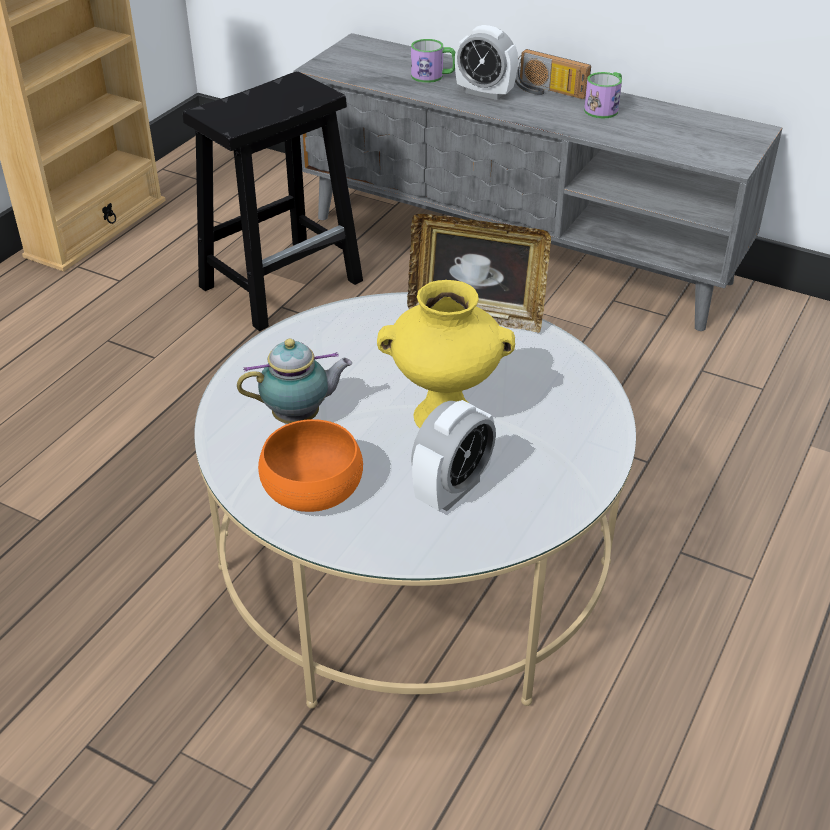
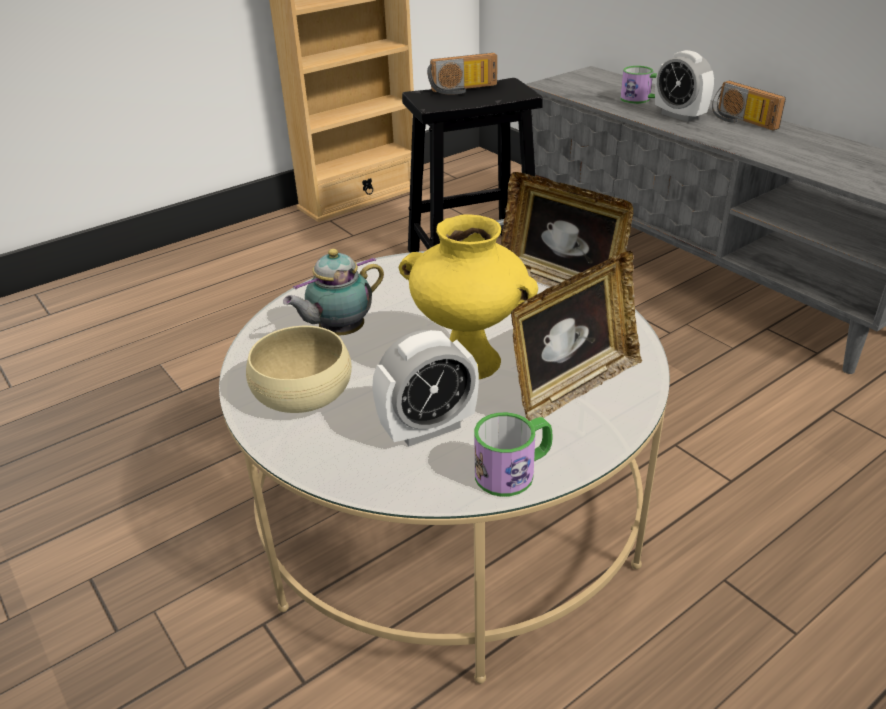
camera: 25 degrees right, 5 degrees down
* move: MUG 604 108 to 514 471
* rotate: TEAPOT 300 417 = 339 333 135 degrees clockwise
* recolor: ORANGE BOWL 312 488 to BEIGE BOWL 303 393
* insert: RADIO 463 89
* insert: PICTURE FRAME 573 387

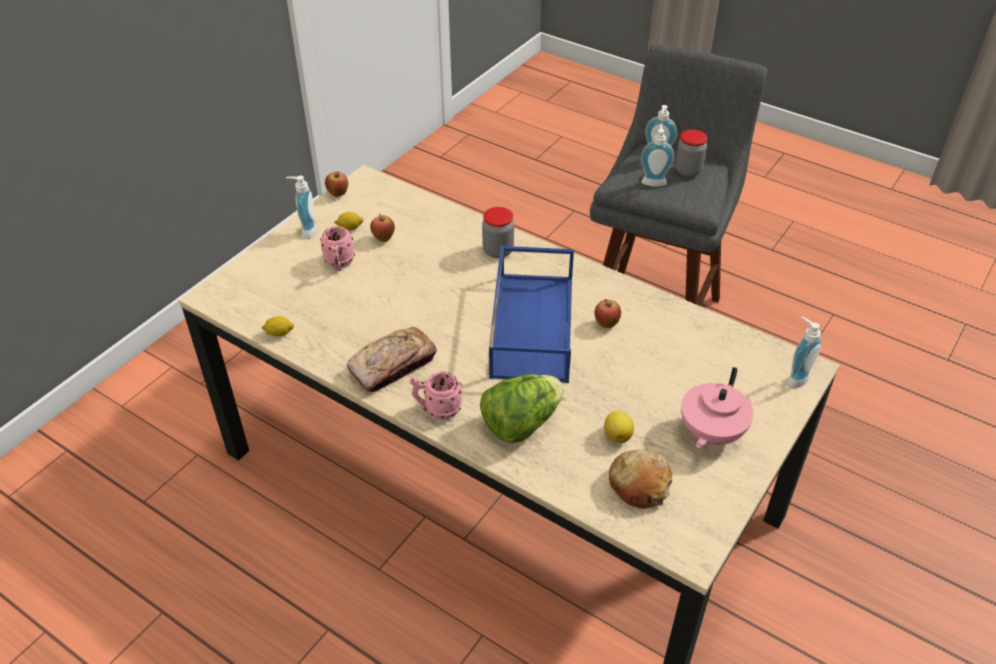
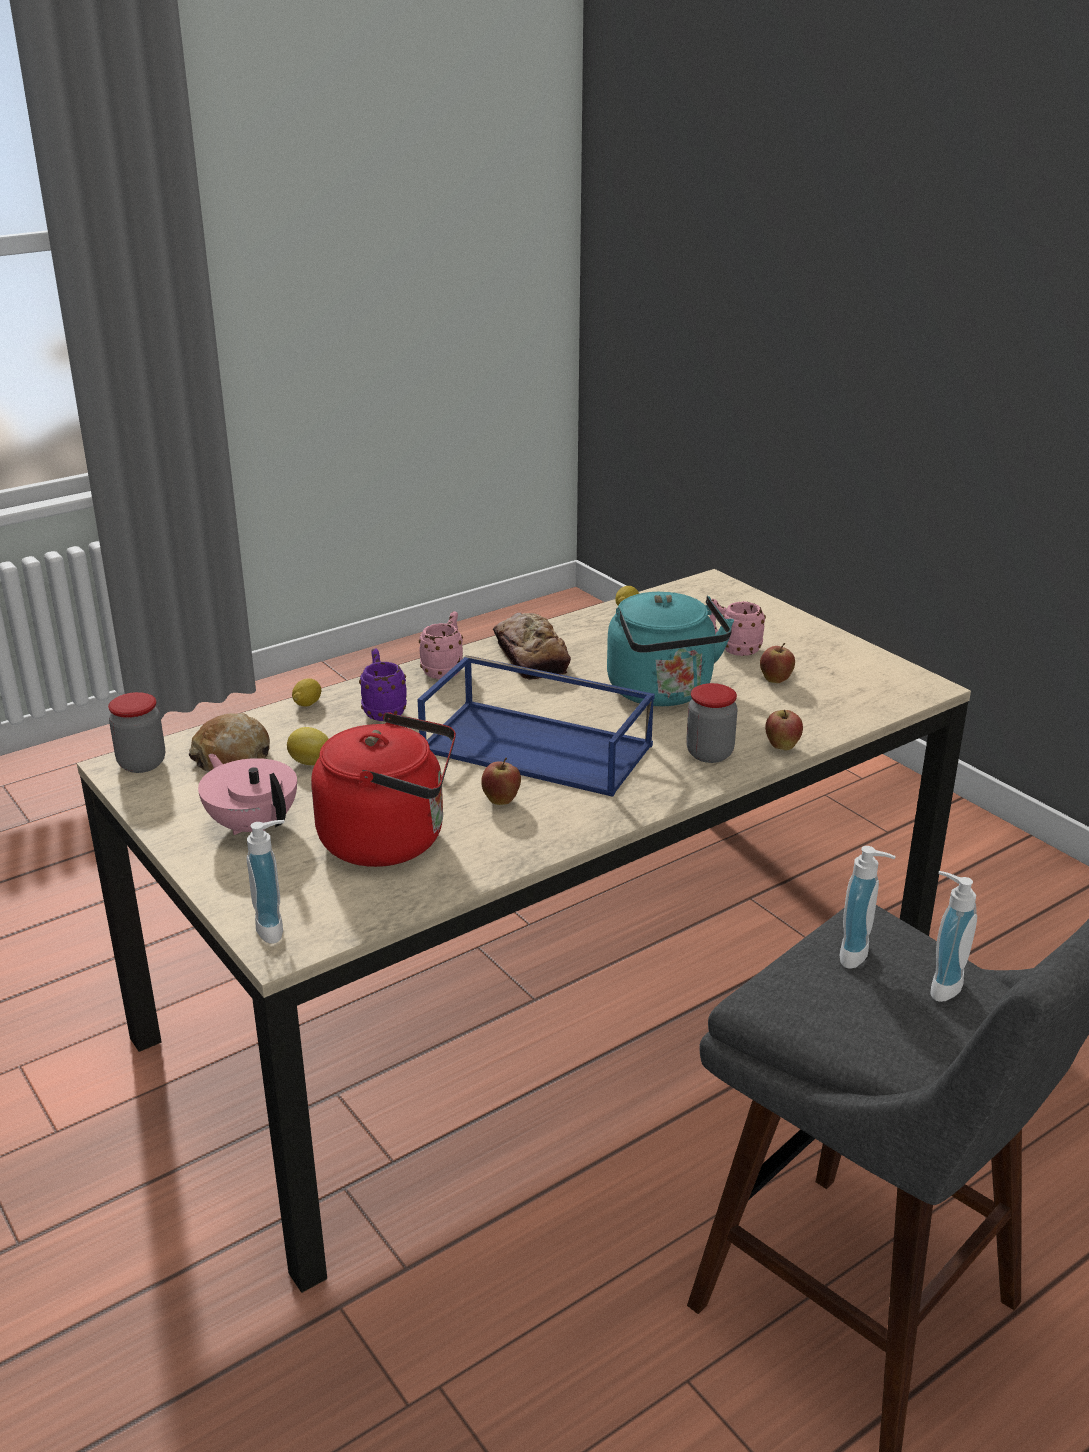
camera: 110 degrees right, 15 degrees down
* move: JAR 688 171 to 142 763
* move: APPLE 338 194 to 782 747
* delete: SOAP DISPENSER 306 231
* move: LEMON 349 228 to 307 703
* replace: LETTUCE 521 423 to PURPLE MUG 383 710
* insert: TURQUOISE KETTLE 663 693
* insert: RED KETTLE 391 840

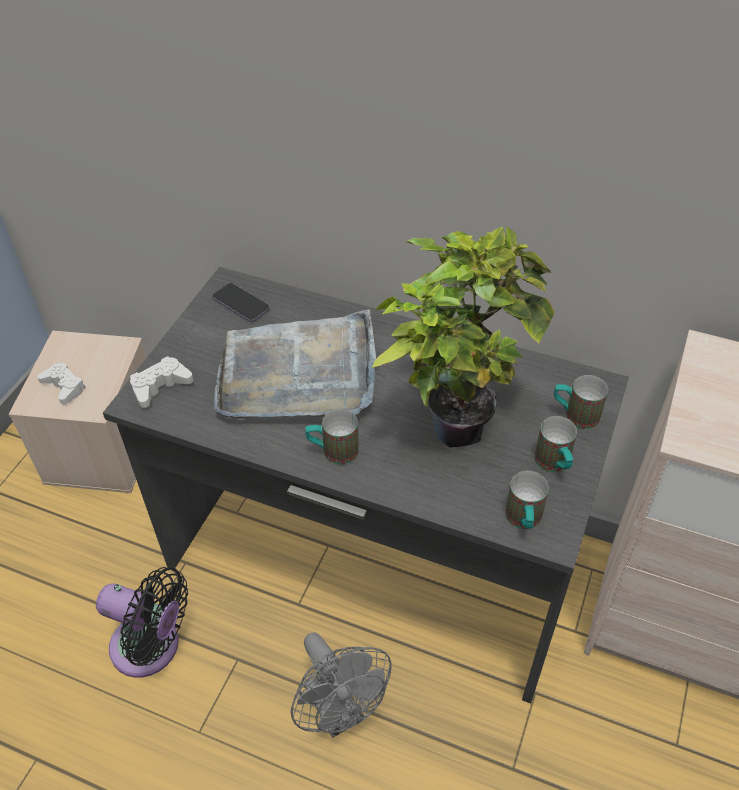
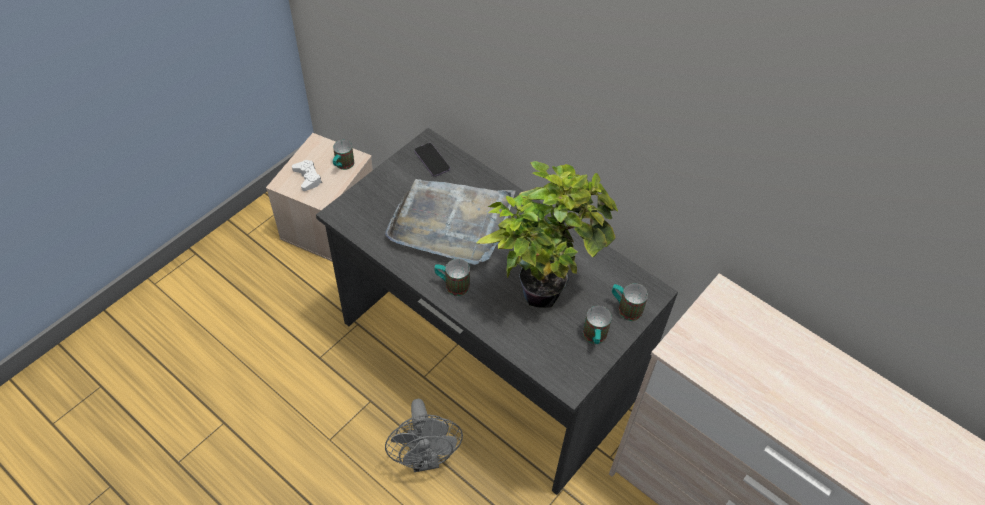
camera: 15 degrees right, 5 degrees up
* delete: WHITE GAME CONTROLLER 160 386
* move: MUG 523 521 to 343 166
* delete: BLACK FAN 151 648

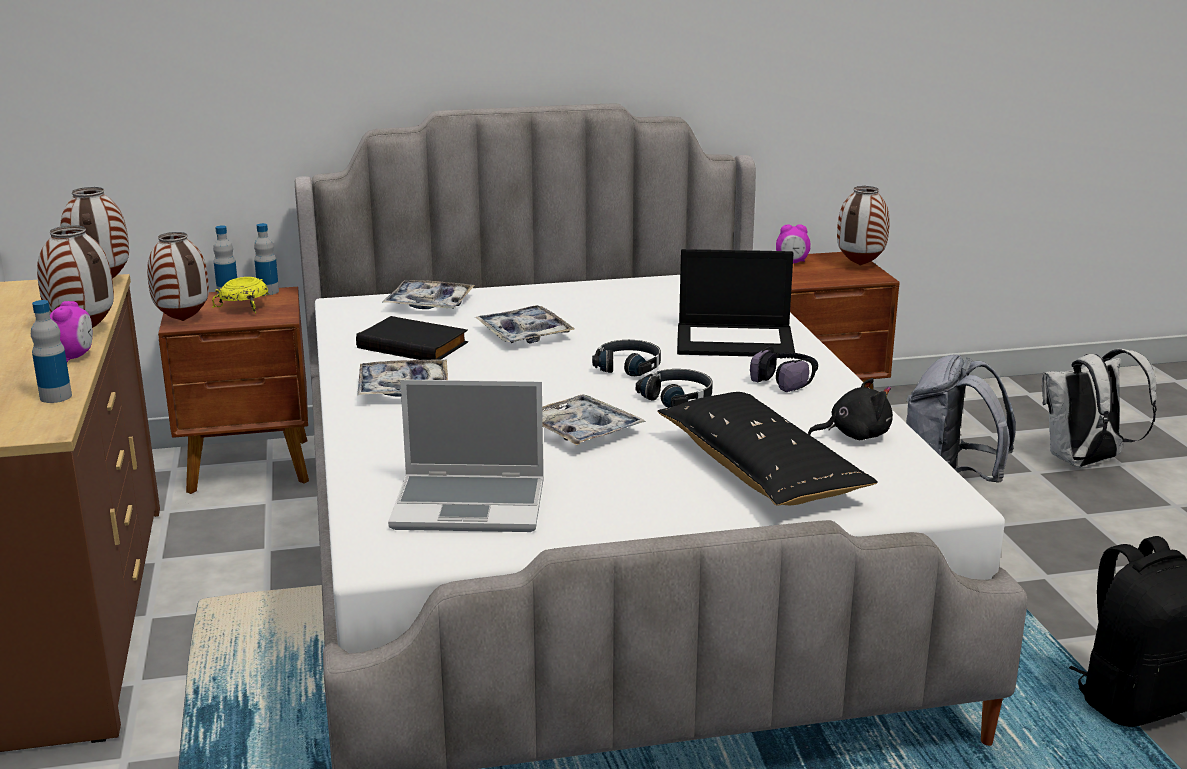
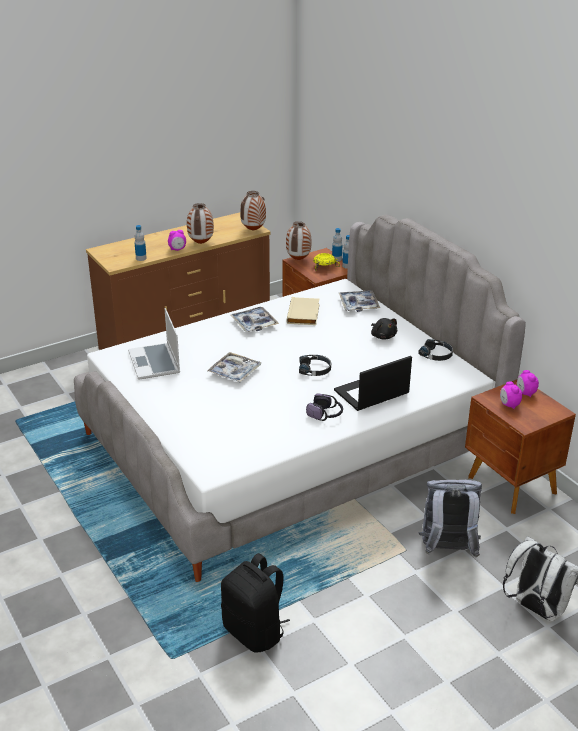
camera: 70 degrees right, 10 degrees up
* delete: VASE 860 265
* rotate: LAPTOP 736 340 = 371 393 75 degrees clockwise
* delete: TRAY 524 334
* recolor: BLACK BOOK 414 345 to BEIGE BOOK 304 314
* move: BLACK HEADPHONES 678 397 to 436 355
* move: BLACK PLUSH TOY 855 435 to 383 336
* delete: BLACK PILLOW 760 470
* insert: ALARM CLOCK 509 405

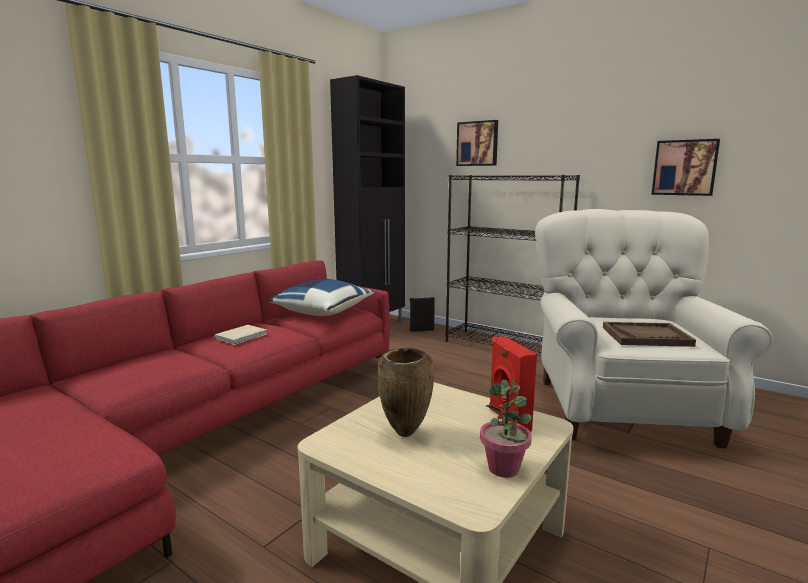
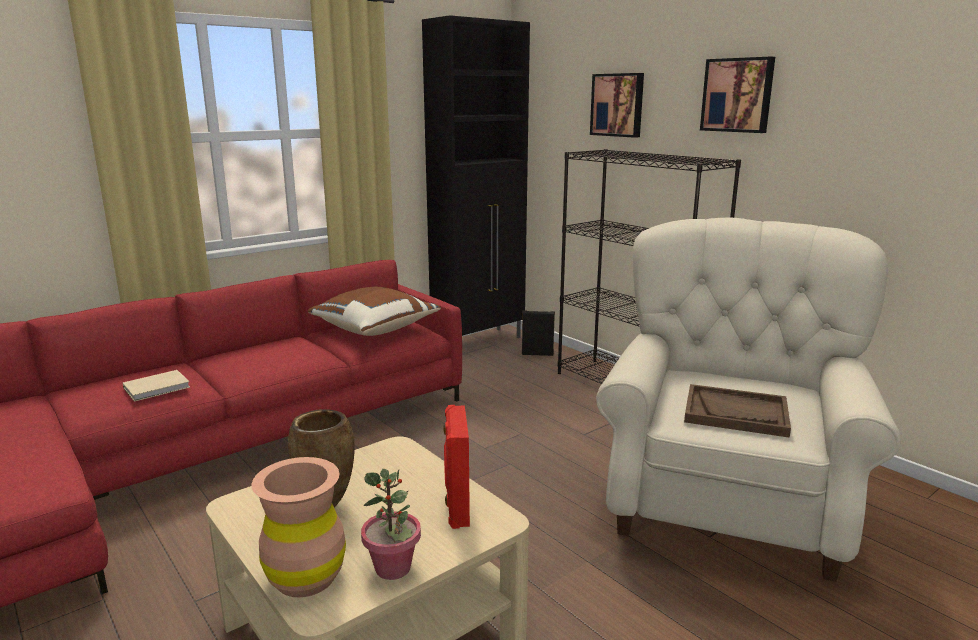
camera: 15 degrees right, 5 degrees up
* move: PICTURE 685 167 to 738 95
* recolor: BLUE PILLOW 322 312 to BROWN PILLOW 374 329
* move: BEIGE BOOK 243 336 to 158 388
* insert: BROWN VASE 306 577

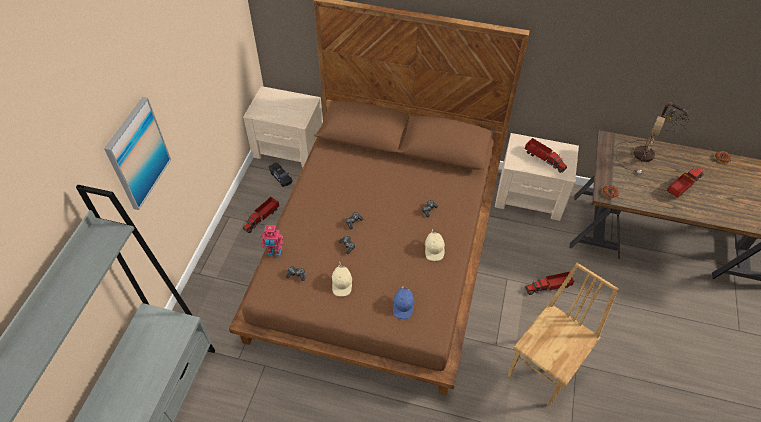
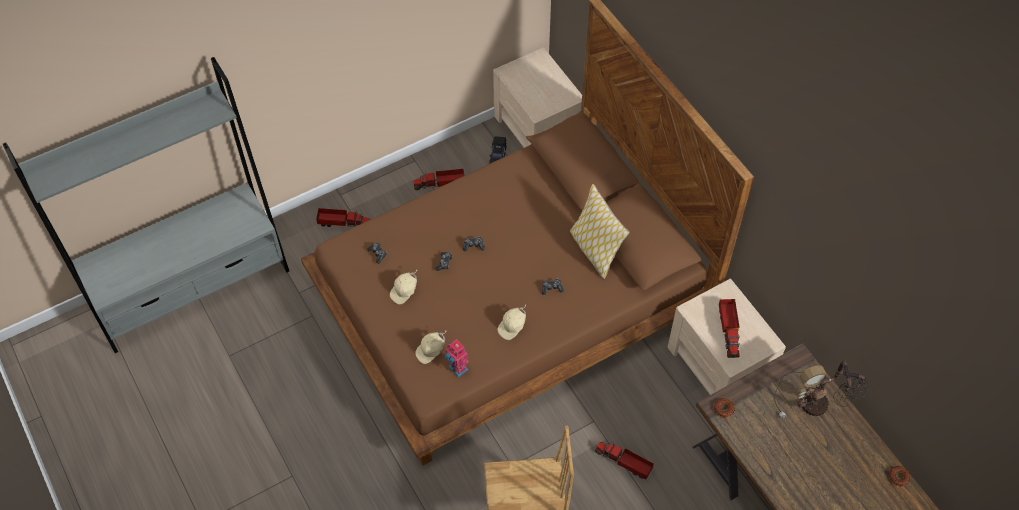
camera: 45 degrees right, 5 degrees up
* delete: PICTURE 138 154
* move: TOY TRUCK 683 186 to 343 223
* move: TOY ROBOT 274 252 to 457 369
* recolor: BLUE CAP 403 306 to BEIGE CAP 431 351
* insert: PILLOW 595 250

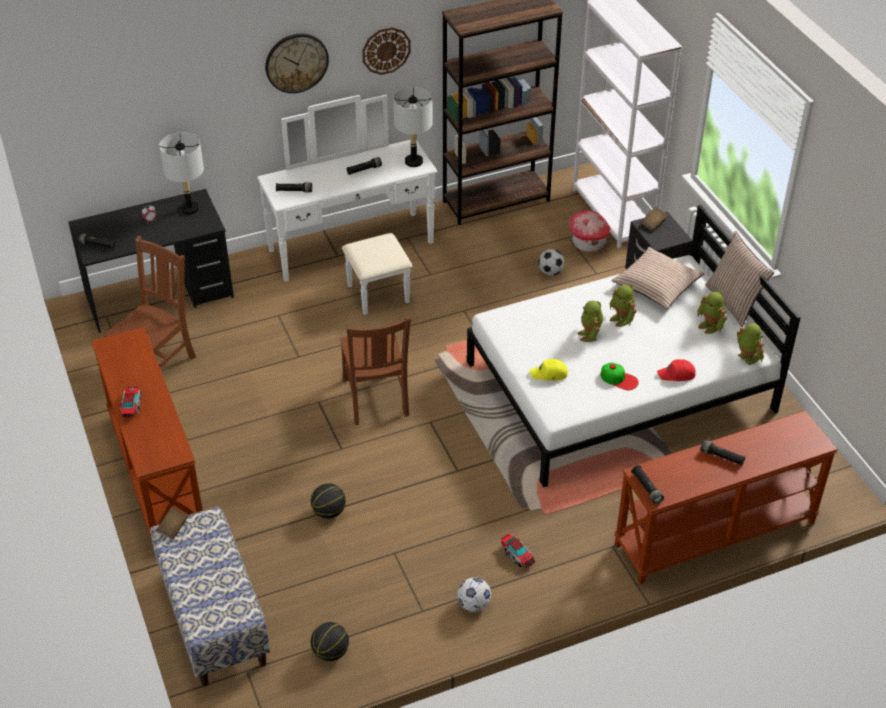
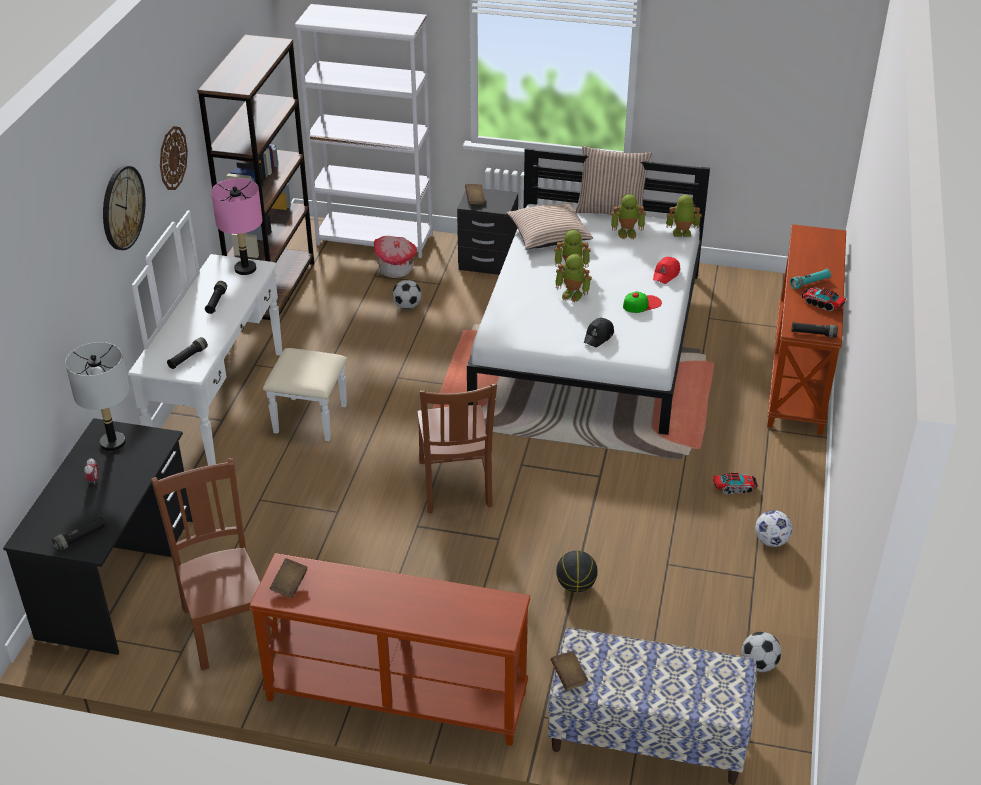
camera: 55 degrees left, 5 degrees down
* recolor: GREY TABLE LAMP 413 162 to PINK TABLE LAMP 245 269
* rotate: BROWN CHAIR 376 399 = 455 486 60 degrees clockwise
* recolor: YELLOW CAP 549 374 to BLACK CAP 599 336
* move: TOY TRUCK 131 406 to 822 304
* recolor: BLACK FLASHLIGHT 721 457 to TURQUOISE FLASHLIGHT 809 283
* replace: BASKETBALL 331 652 to FOOTBALL 759 664
* insert: BROWN BOOK 289 585

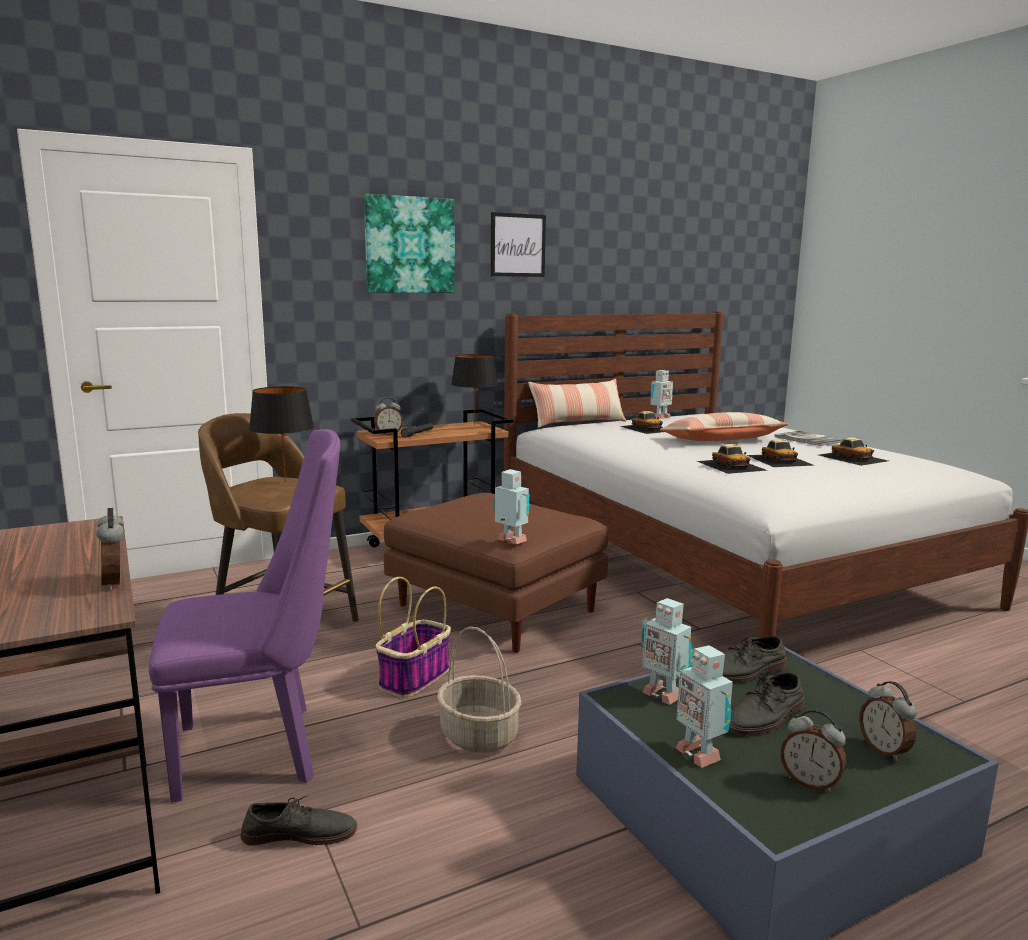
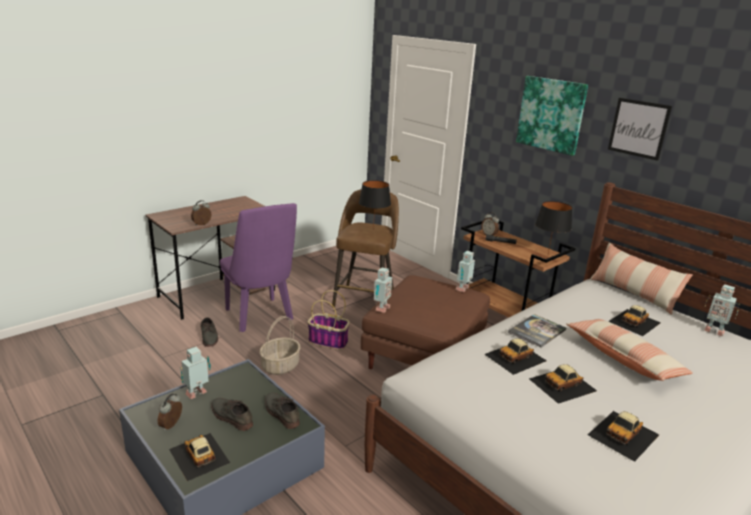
camera: 75 degrees right, 10 degrees up
* move: BOOK 809 439 to 537 331
* move: TOY ROBOT 663 693 to 463 289
* replace: ALARM CLOCK 884 750 to TOY CAR 199 456

